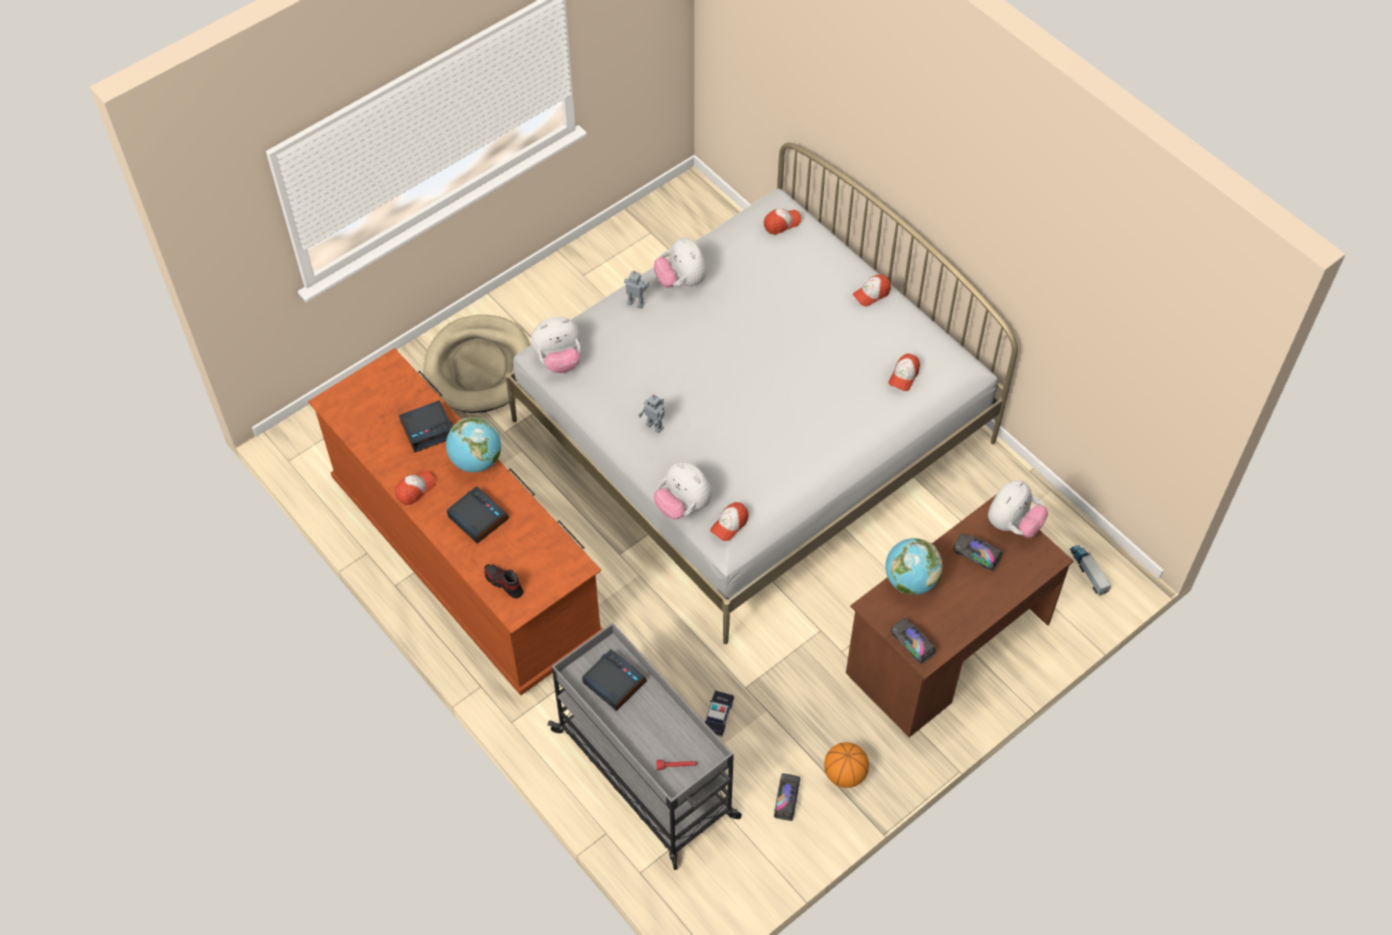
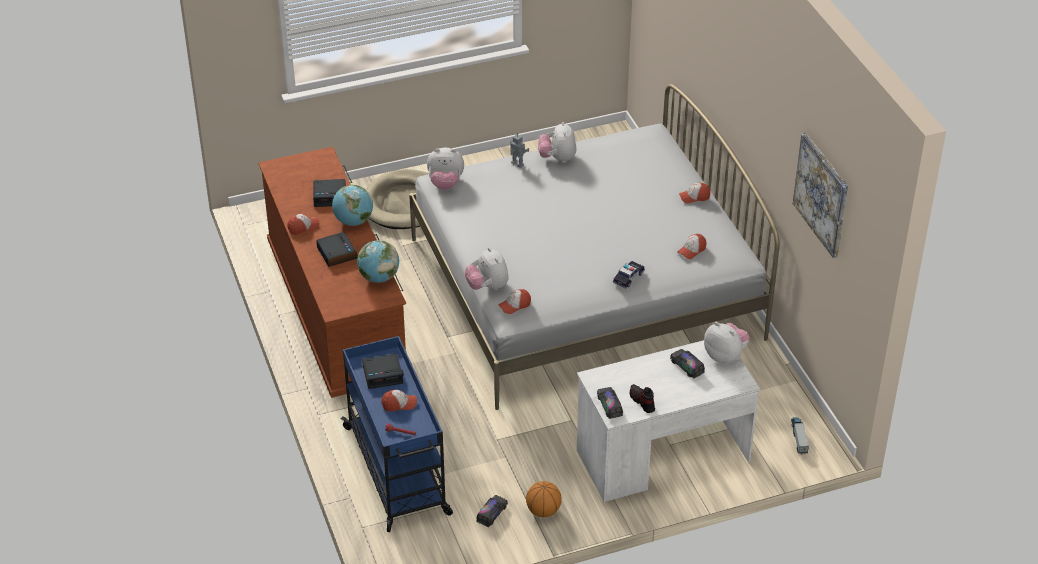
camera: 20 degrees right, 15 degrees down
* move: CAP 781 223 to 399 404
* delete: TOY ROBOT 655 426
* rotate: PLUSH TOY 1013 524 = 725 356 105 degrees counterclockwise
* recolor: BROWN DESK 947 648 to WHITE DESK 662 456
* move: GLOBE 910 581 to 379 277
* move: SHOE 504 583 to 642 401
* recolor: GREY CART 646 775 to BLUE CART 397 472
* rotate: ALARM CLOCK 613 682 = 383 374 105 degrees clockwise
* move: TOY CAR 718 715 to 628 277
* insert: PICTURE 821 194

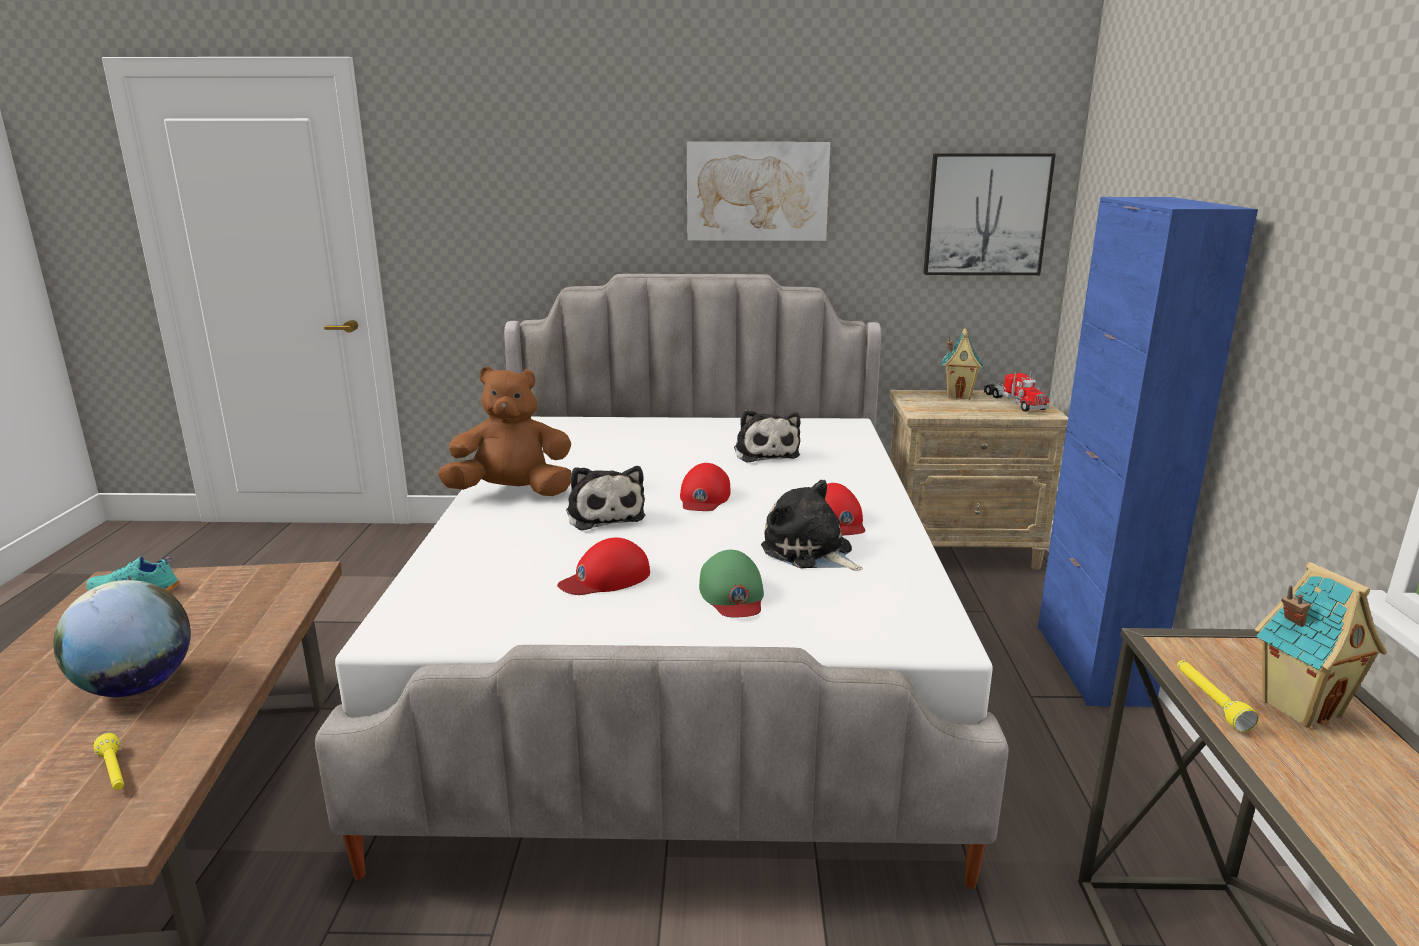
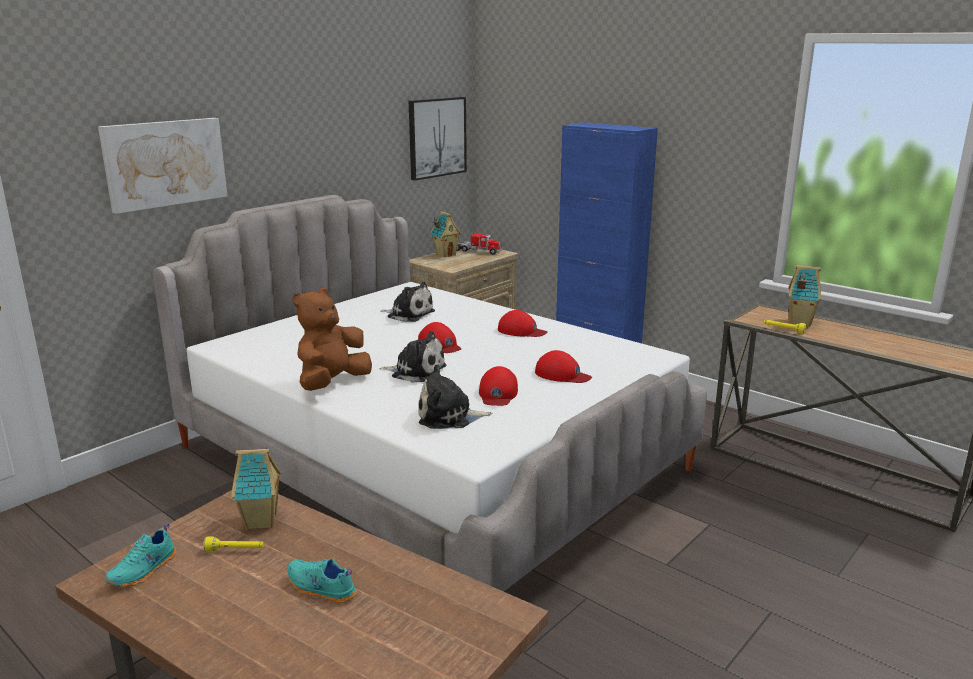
camera: 50 degrees left, 0 degrees up
* move: PICTURE 757 191 to 165 163
* move: PLUSH TOY 810 552 to 449 417
* recolor: GREEN CAP 732 594 to RED CAP 562 375
* replace: GLOBE 136 687 to TURQUOISE SHOE 320 589
* move: YELLOW FLASHLIGHT 114 772 to 235 550
* insert: TOY HOUSE 262 521

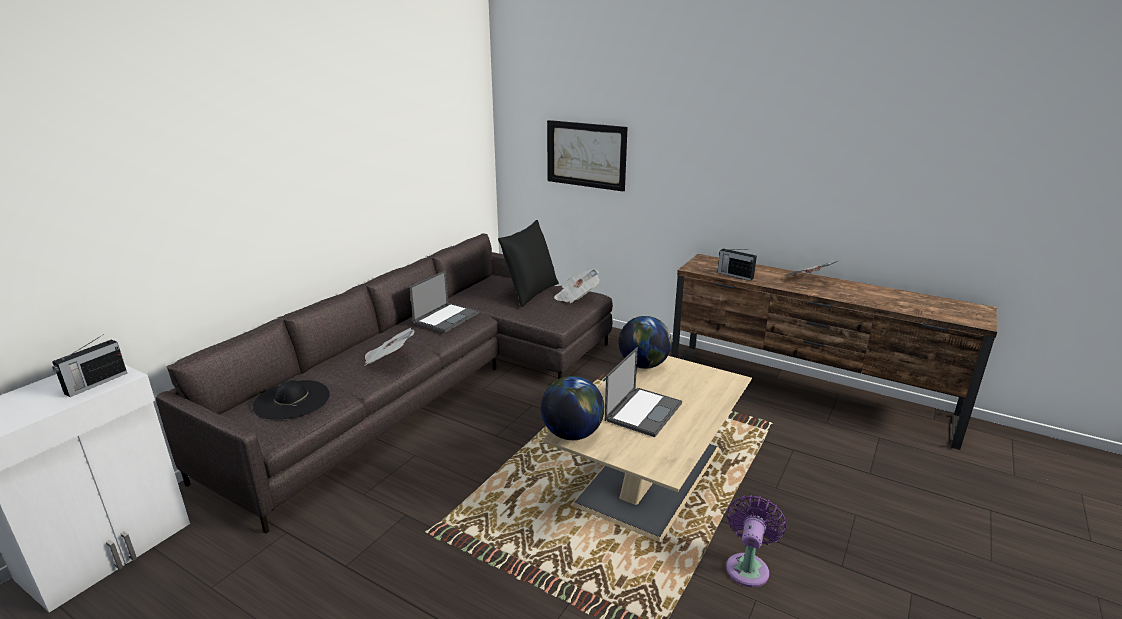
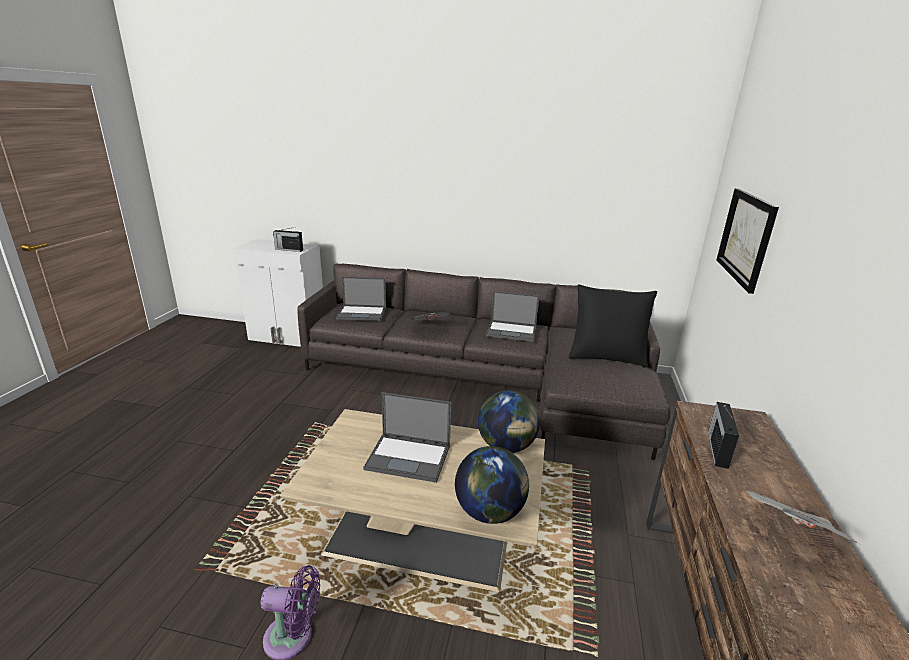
camera: 70 degrees right, 0 degrees up
* delete: NEWSPAPER 576 297
* move: GLOBE 572 434 to 490 512
* replace: BLACK HAT 292 400 to LAPTOP 362 313

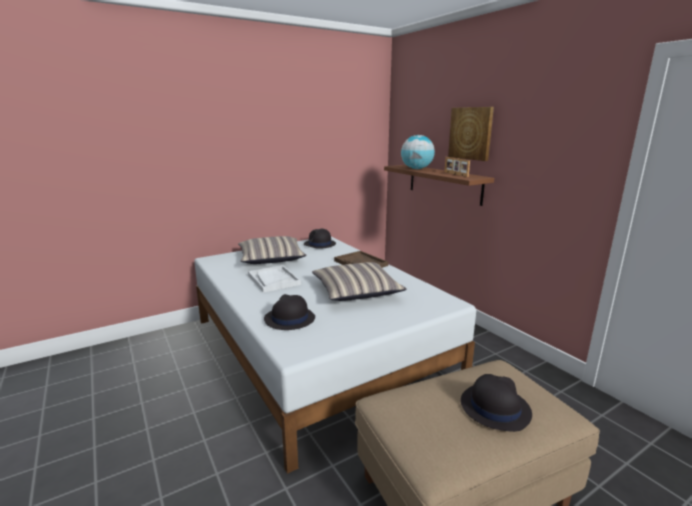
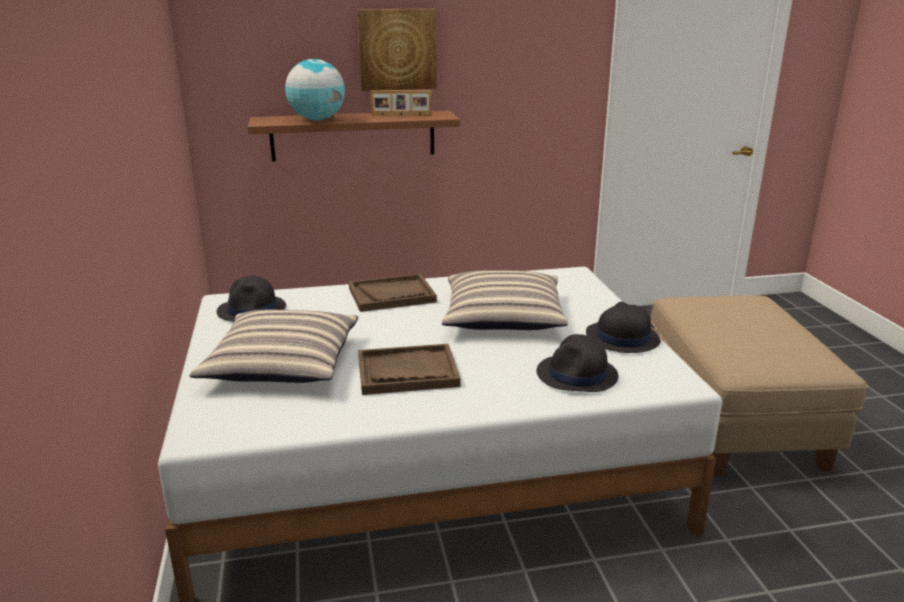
camera: 70 degrees left, 5 degrees up
* recolor: WHITE TRAY 273 280 to BROWN TRAY 407 372
* move: BLACK HAT 494 407 to 622 338

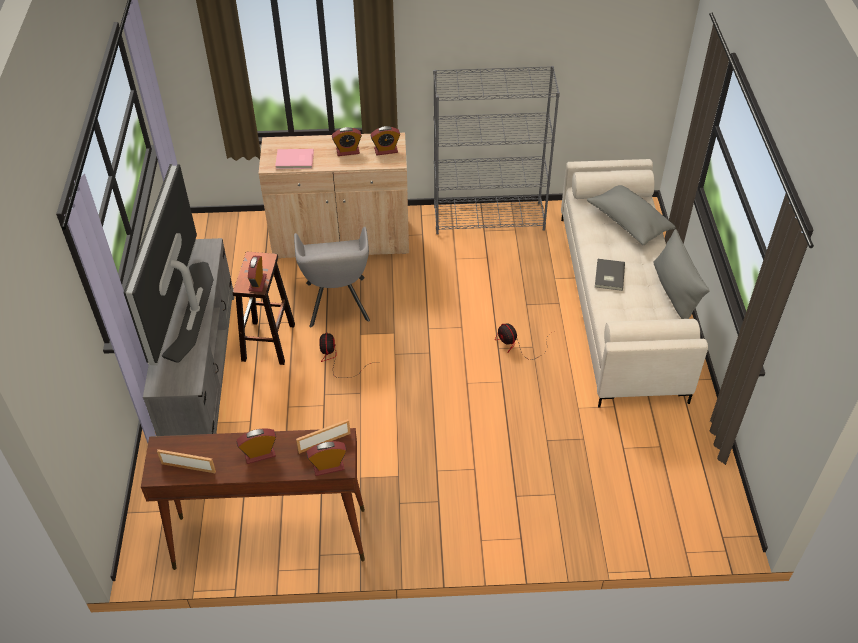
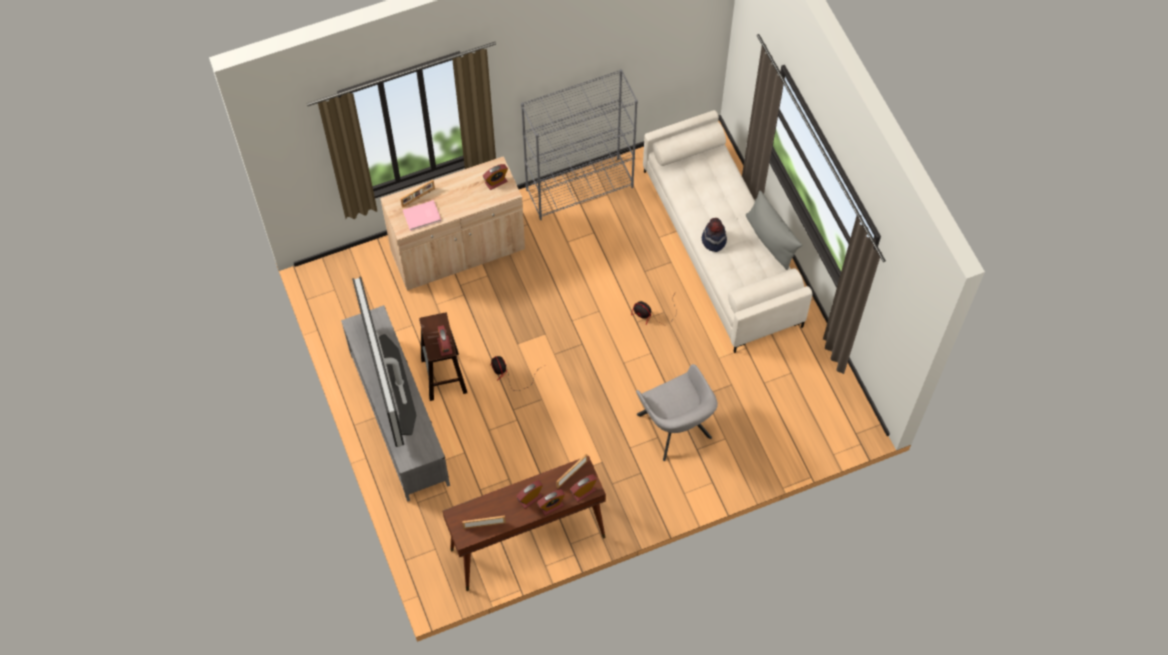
camera: 20 degrees left, 15 degrees up
* move: ALARM CLOCK 348 151 to 551 506
* delete: GREY PILLOW 628 222
* move: GREY ARMCHAIR 337 304 to 676 429
* replace: GREY BOOK 608 276 to HAT 713 240
* insert: PICTURE FRAME 418 198

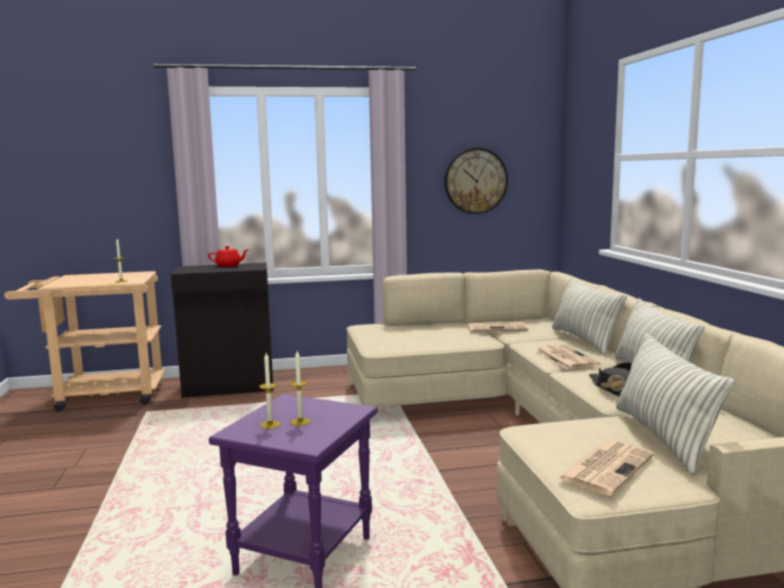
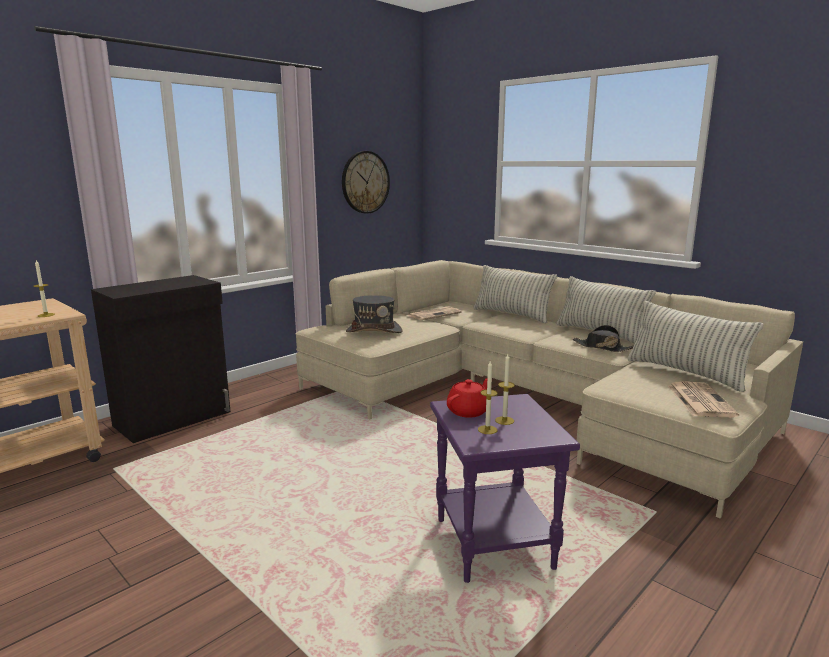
camera: 35 degrees left, 5 degrees up
* move: RED TEAPOT 229 265 to 468 411
* delete: NEWSPAPER 565 358
* insert: GREY HAT 374 331

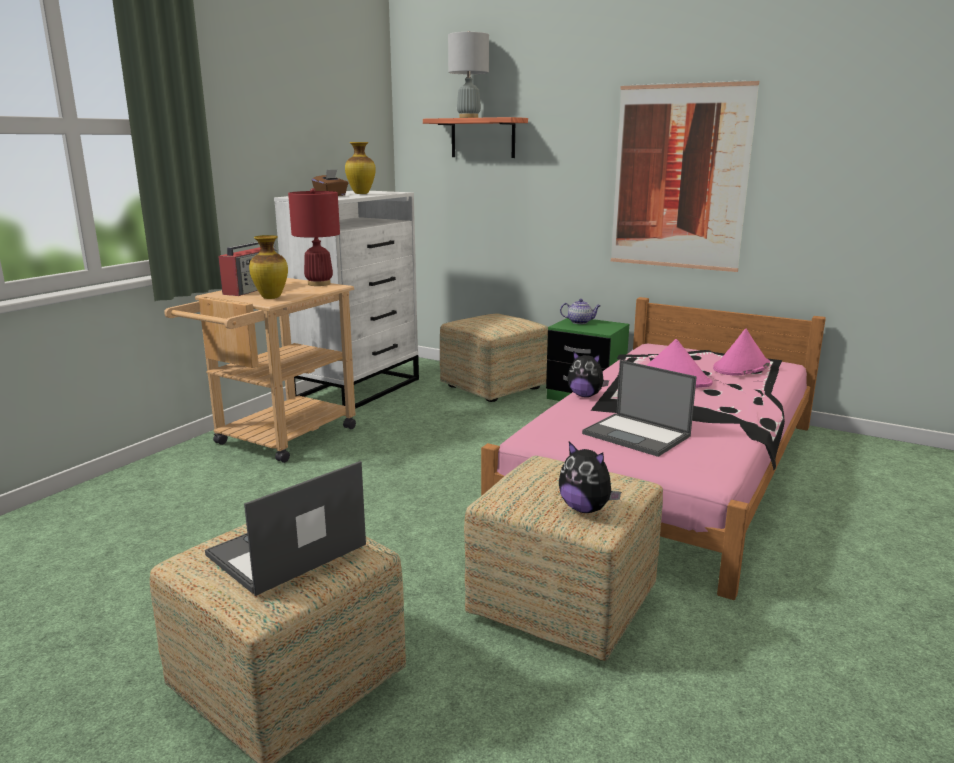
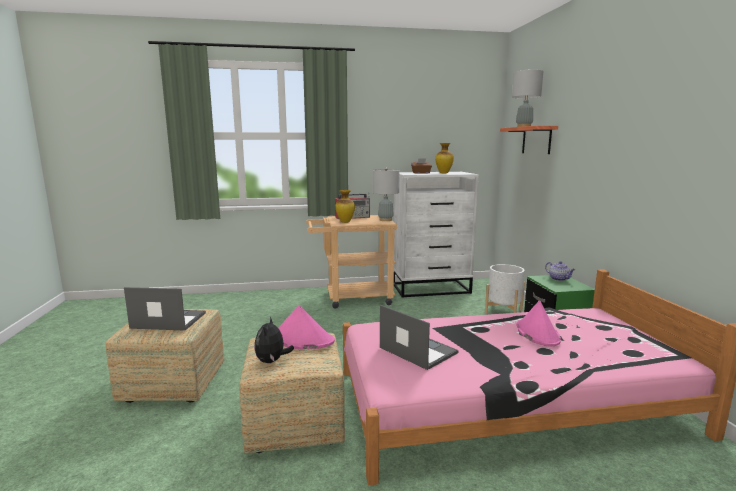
camera: 50 degrees right, 5 degrees down
* delete: PICTURE 679 177
* recolor: RED TABLE LAMP 319 284 to GREY TABLE LAMP 385 220
* replace: OTTOMAN 493 388 to WHITE PLANTER 503 311
* move: PINK HAT 741 367 to 301 340
* delete: PLUSH TOY 585 395
* rotate: LAPTOP 637 435 = 417 350 135 degrees clockwise

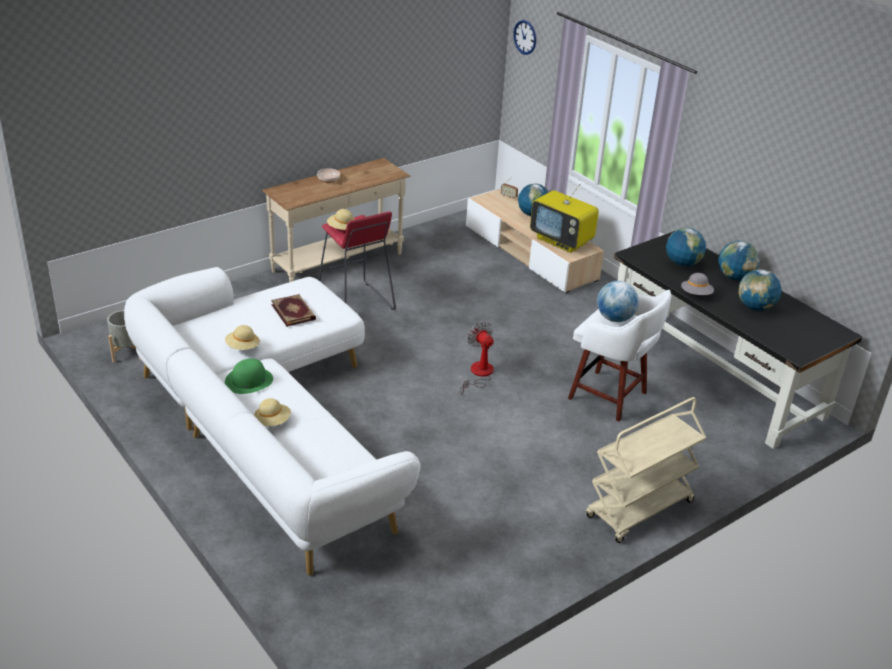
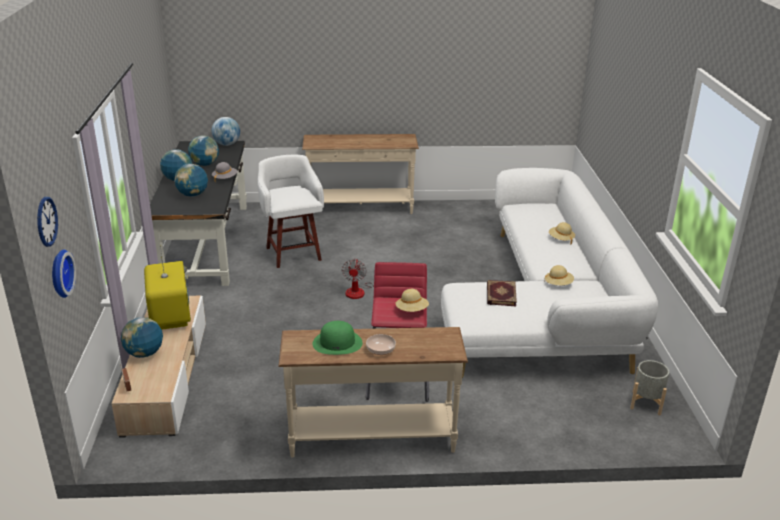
camera: 145 degrees left, 5 degrees down
* move: GLOBE 614 318 to 227 144
* move: GREEN HAT 248 381 to 337 343
* replace: BEIGE CART 639 510 to BEIGE CONSOLE TABLE 360 208
* insert: WALL CLOCK 59 273

